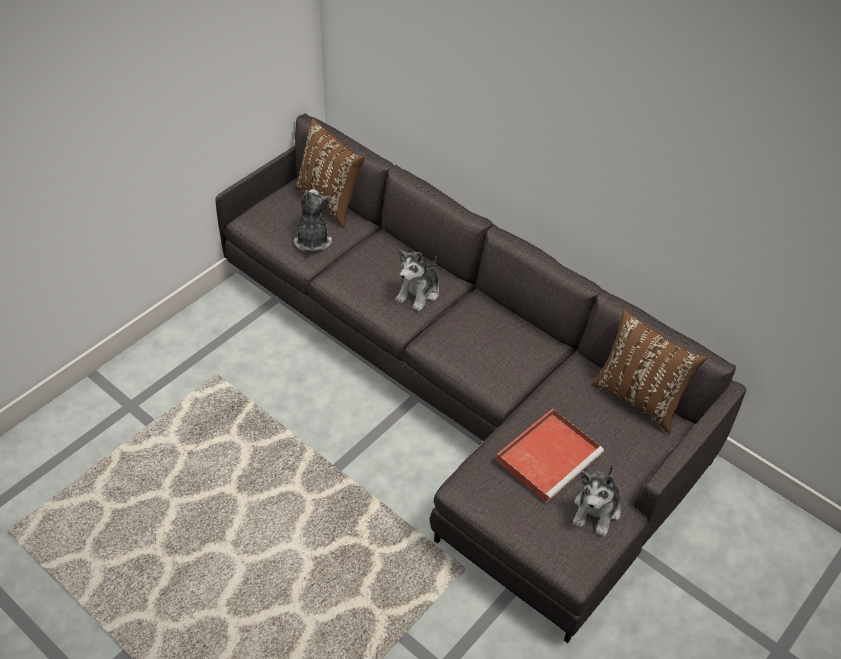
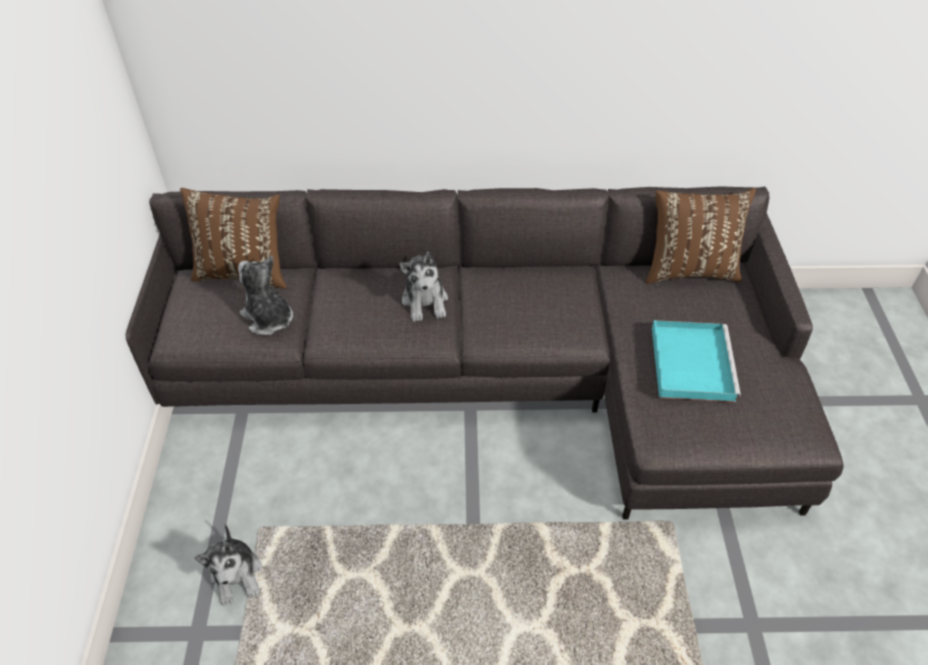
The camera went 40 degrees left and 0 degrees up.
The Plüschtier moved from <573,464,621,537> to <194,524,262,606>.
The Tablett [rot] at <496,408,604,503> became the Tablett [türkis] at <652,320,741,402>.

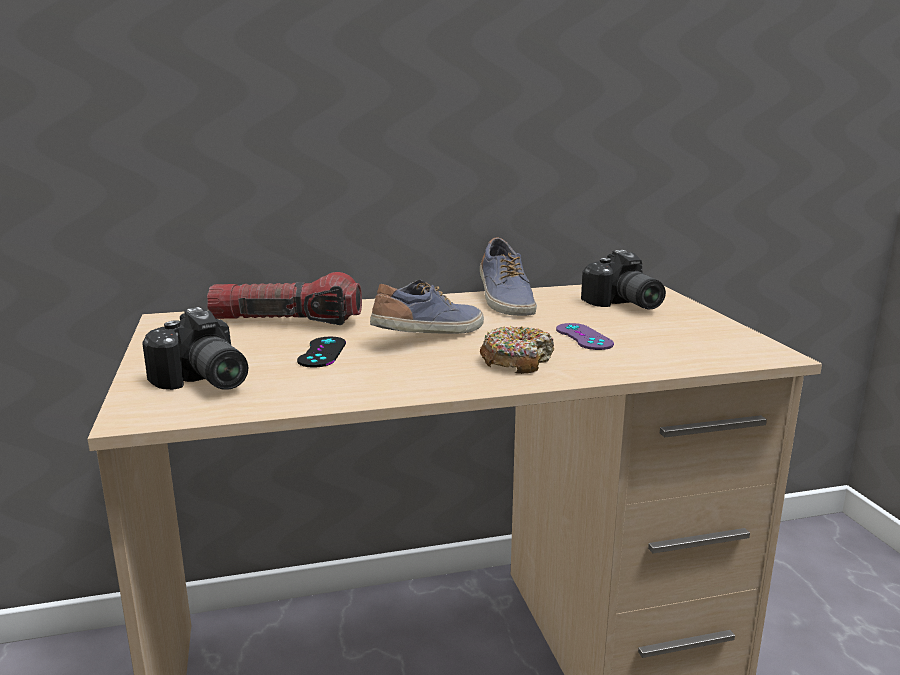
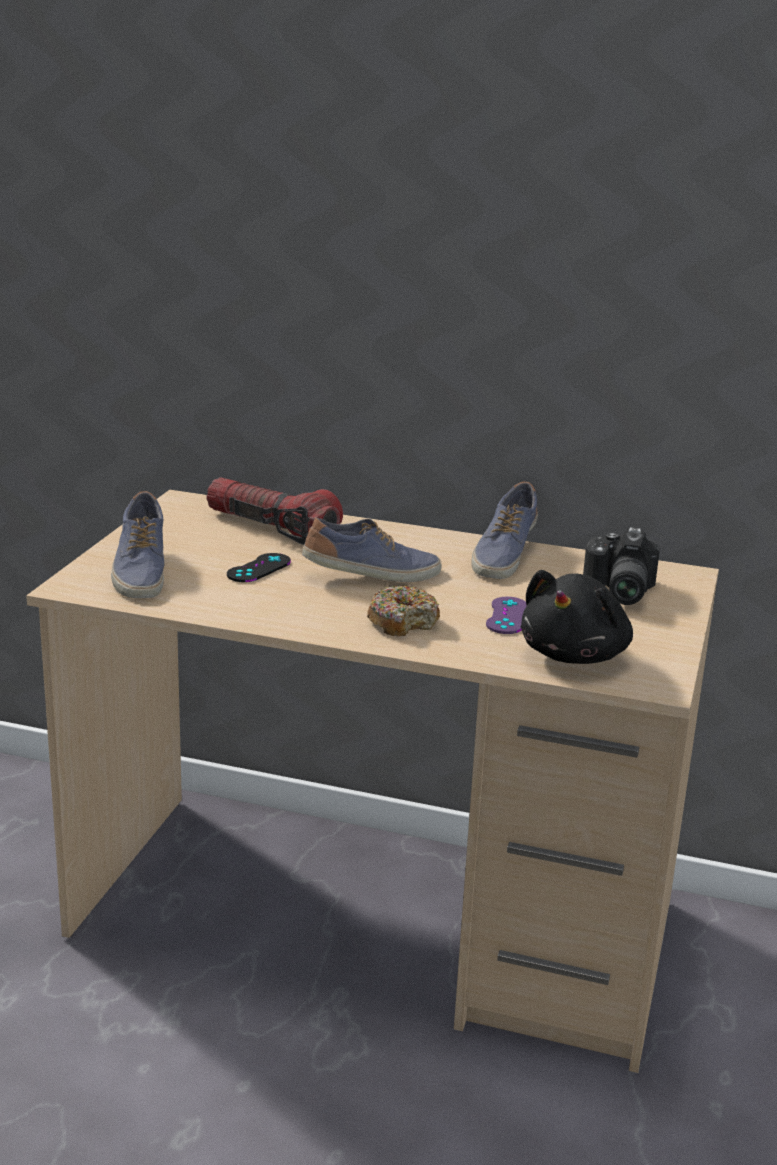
The camera went 30 degrees right and 5 degrees up.
The Plüschtier [schwarz] at <521,570,633,664> appeared.
The Kamera at <142,307,248,390> was replaced by the Schuh at <111,491,164,598>.

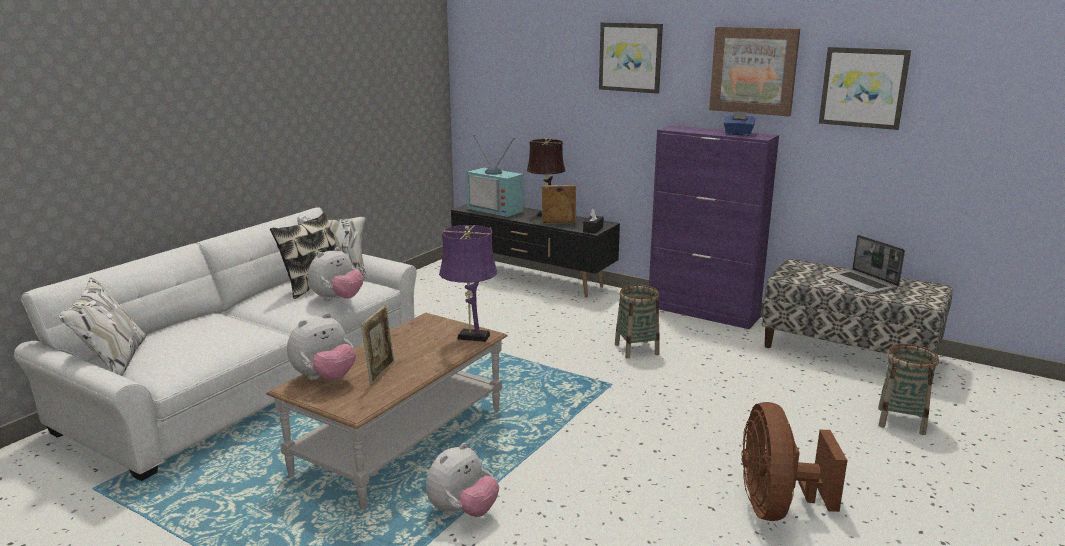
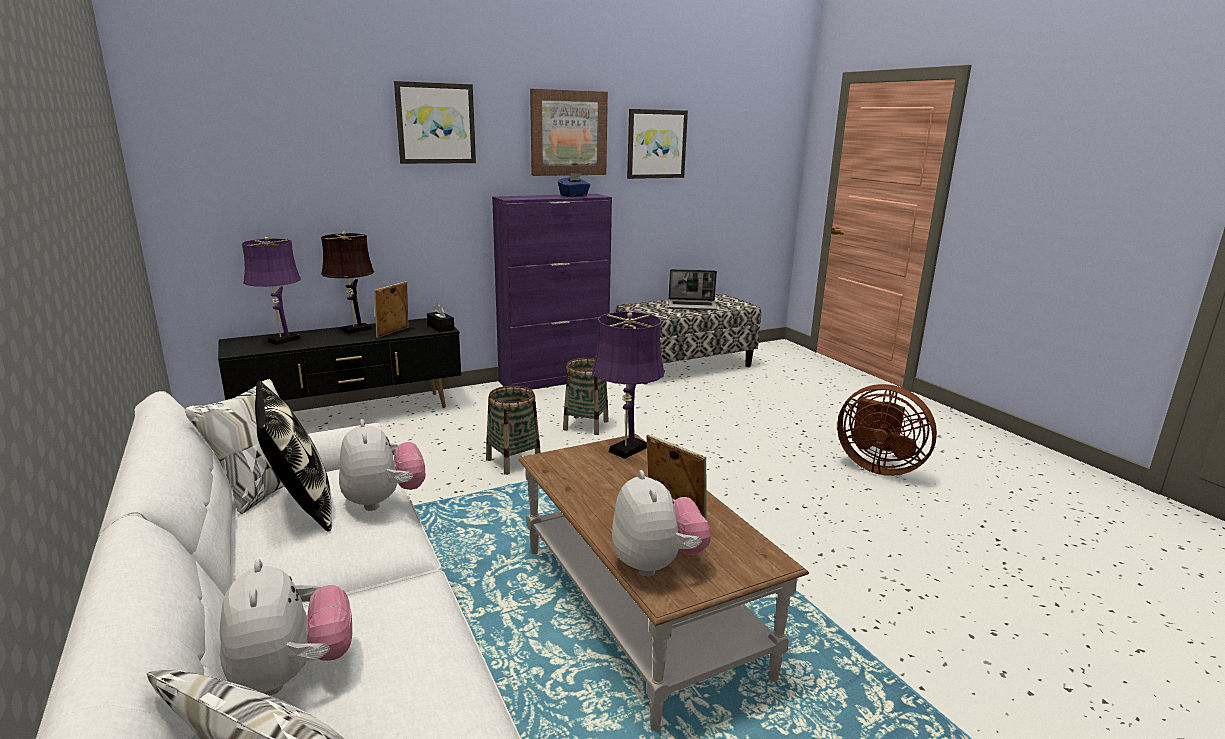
The camera went 60 degrees left and 0 degrees up.
The Plüschtier moved from <426,443,499,517> to <220,559,352,695>.
The Korb moved from <878,344,939,435> to <486,386,541,475>.
The Fernseher at <466,134,523,217> was replaced by the Tischlampe [lila] at <242,237,301,345>.

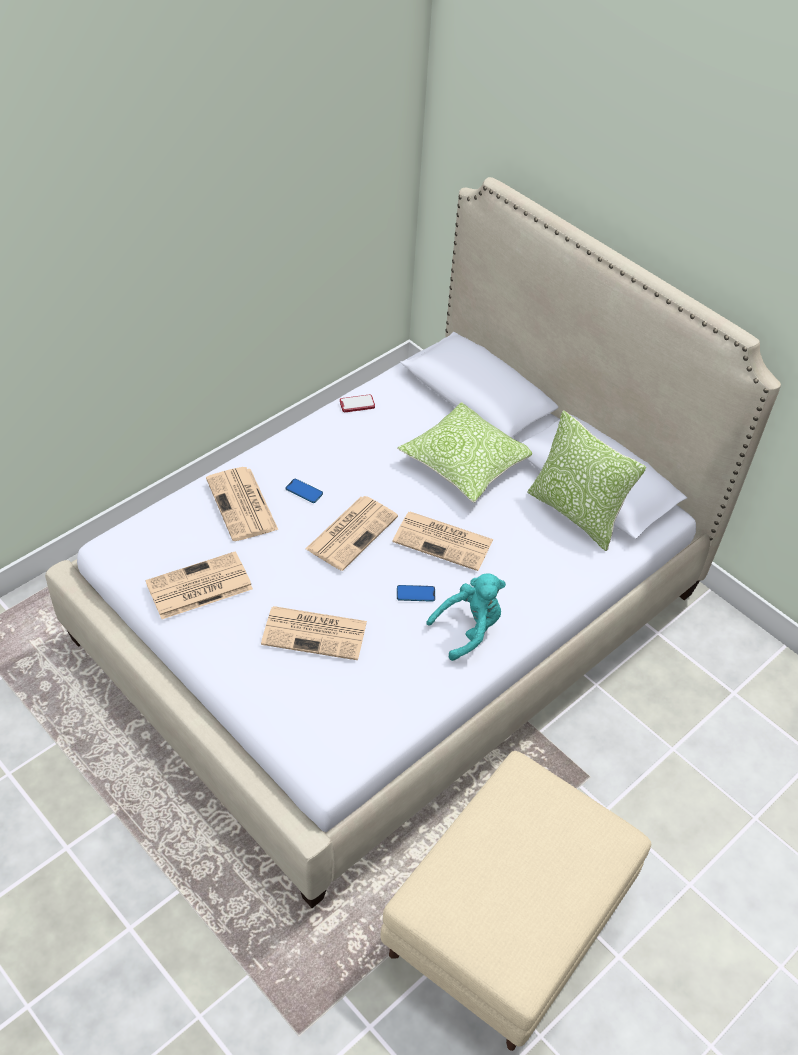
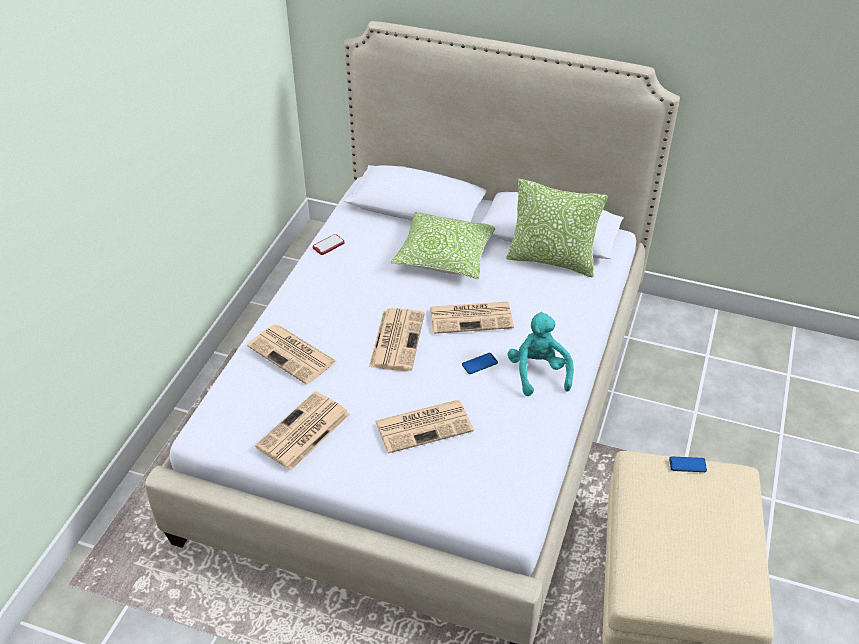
The camera went 25 degrees left and 5 degrees down.
The Handy moved from <286,479,323,503> to <669,456,707,472>.
The Plüschtier [türkis] at <426,573,506,661> turned 45 degrees counterclockwise.

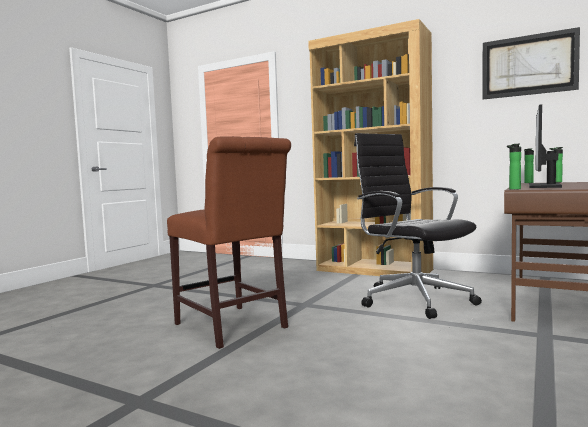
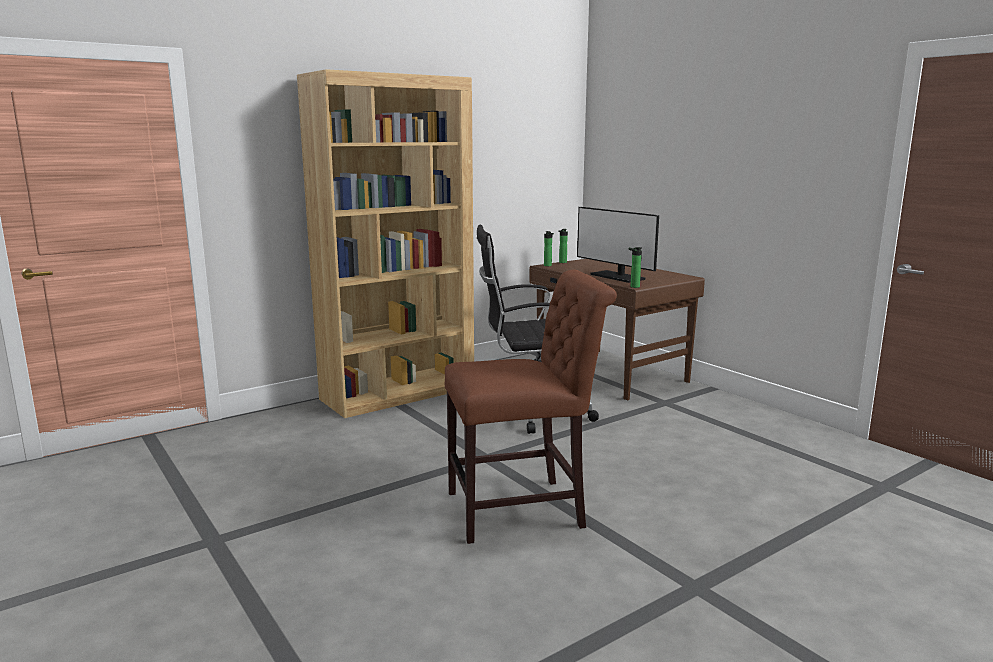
The camera went 65 degrees left and 10 degrees up.
The Bild at <482,27,580,100> disappeared.

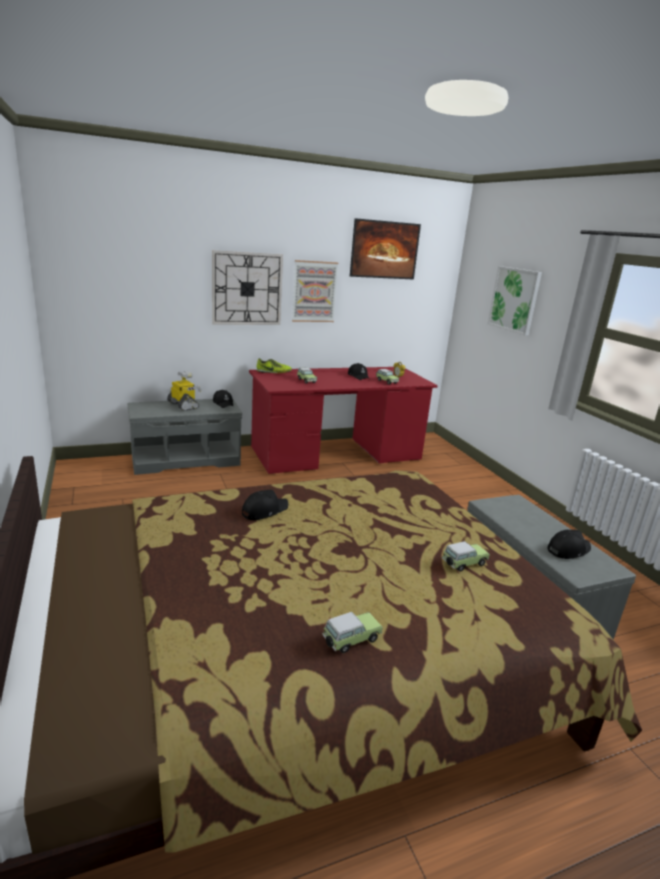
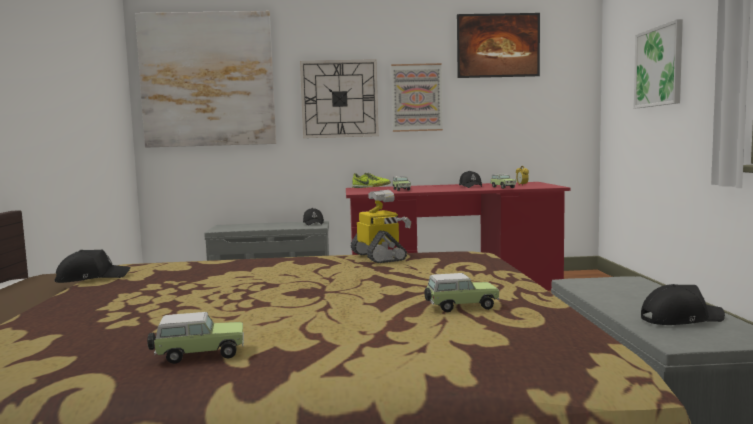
The camera went 20 degrees right and 15 degrees down.
The Bild at <135,11,276,148> appeared.
The Spielzeugroboter moved from <167,371,202,411> to <351,190,411,263>.
The Kappe [schwarz] moved from <242,490,288,520> to <55,250,131,283>.

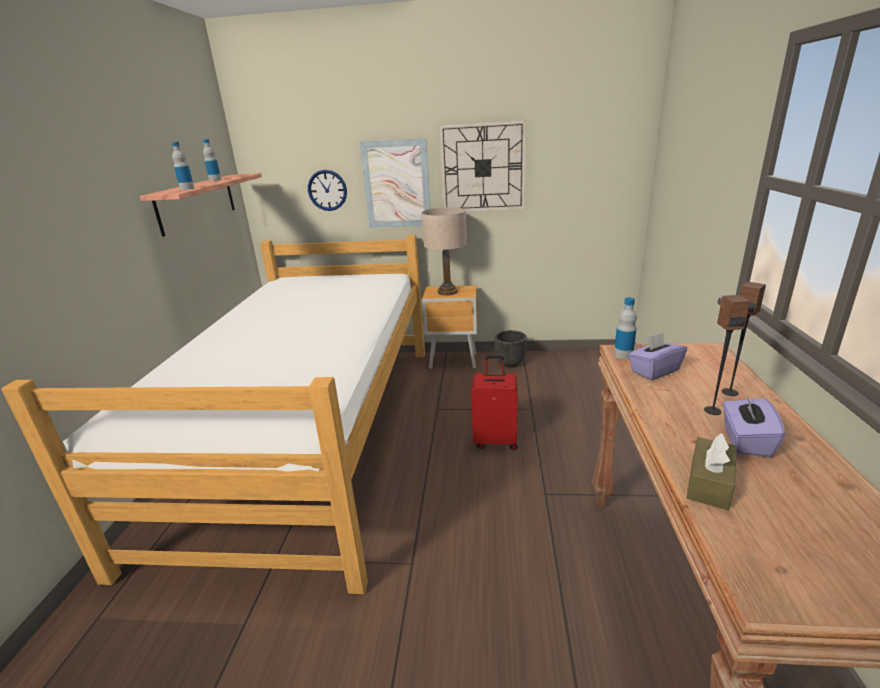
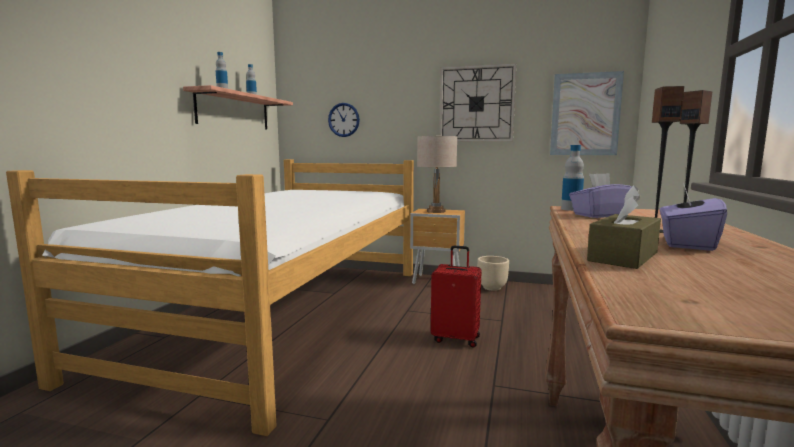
The camera went 10 degrees right and 15 degrees down.
The Bild moved from <360,138,431,228> to <550,71,624,155>.
The Pflanzkübel [schwarz] at <495,330,527,368> became the Pflanzkübel [beige] at <477,256,509,291>.

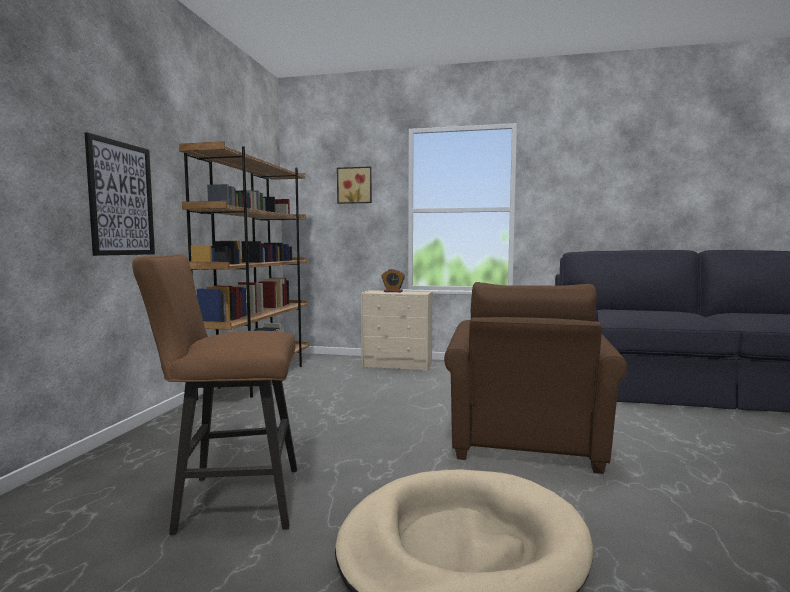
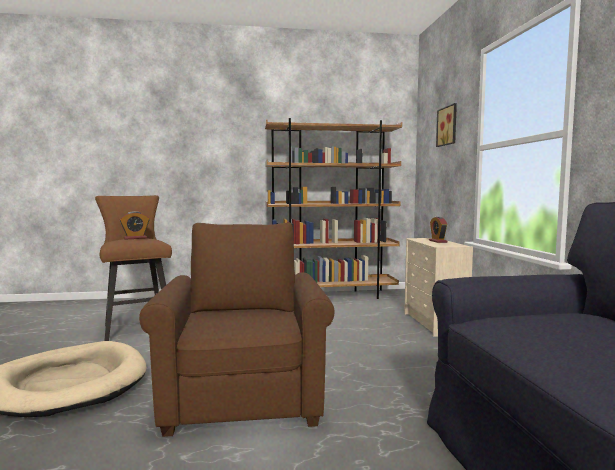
The camera went 70 degrees right and 0 degrees up.
The Bild at <85,132,155,256> disappeared.
The Wecker at <120,211,149,240> appeared.
The Sessel [braun] at <444,282,627,474> turned 90 degrees clockwise.

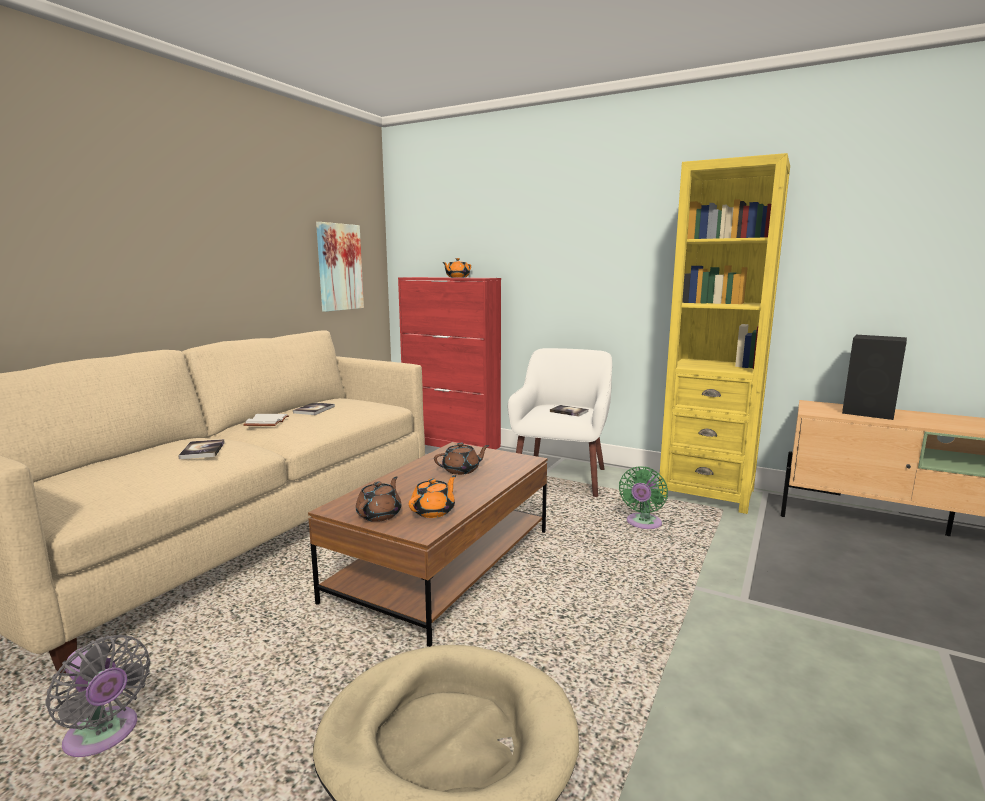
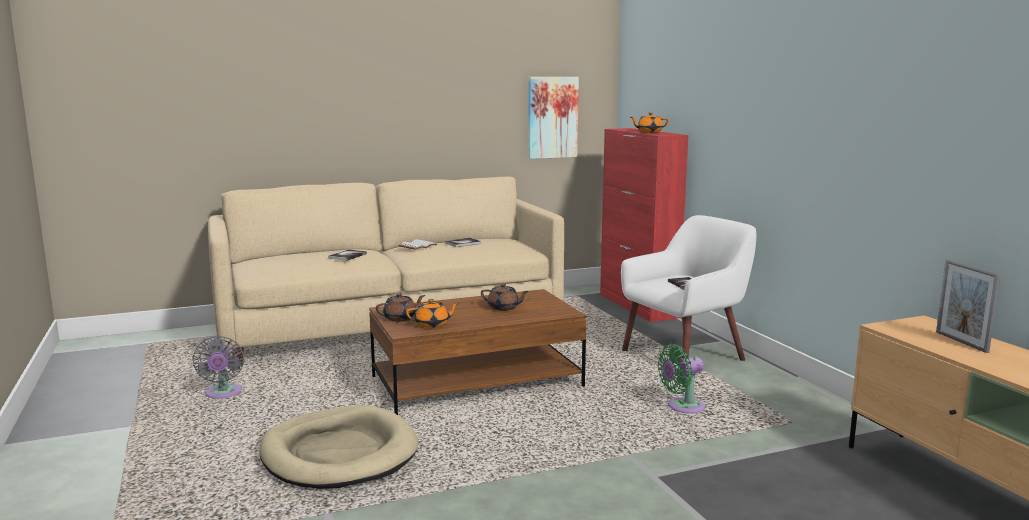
The camera went 40 degrees right and 0 degrees up.
The Bücherregal [gelb] at <659,153,790,514> disappeared.
The Lautsprecher [schwarz] at <842,335,907,420> was replaced by the Bilderrahmen at <936,259,1001,353>.

